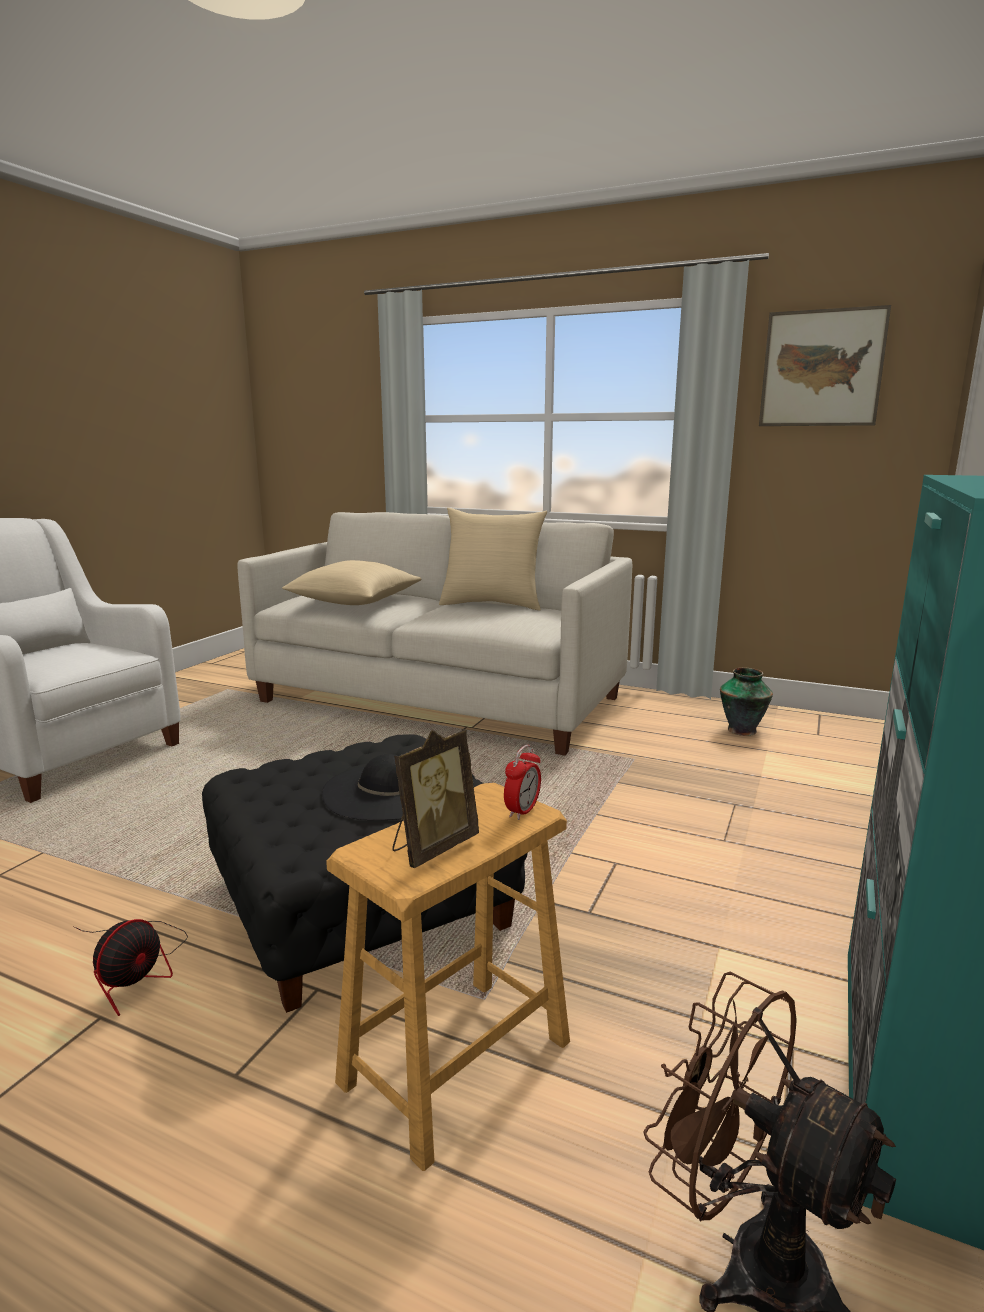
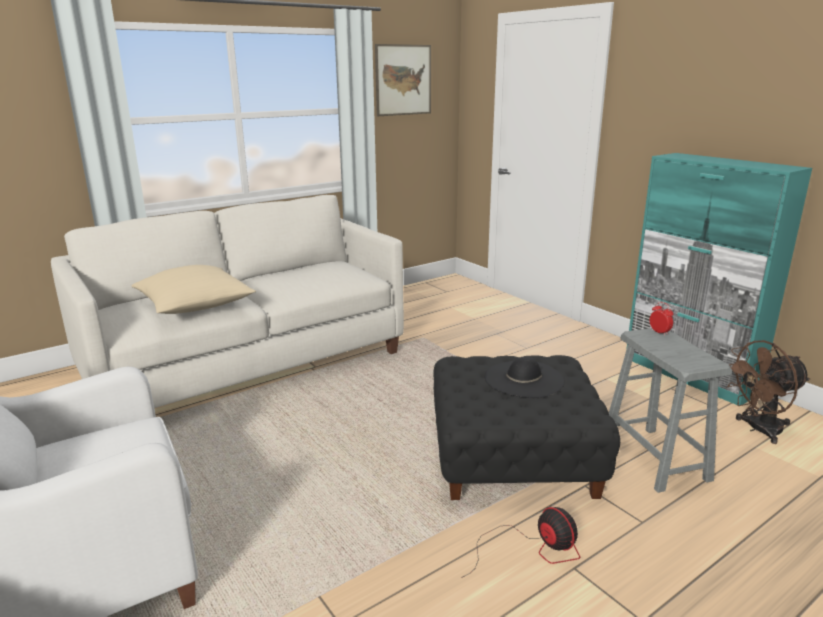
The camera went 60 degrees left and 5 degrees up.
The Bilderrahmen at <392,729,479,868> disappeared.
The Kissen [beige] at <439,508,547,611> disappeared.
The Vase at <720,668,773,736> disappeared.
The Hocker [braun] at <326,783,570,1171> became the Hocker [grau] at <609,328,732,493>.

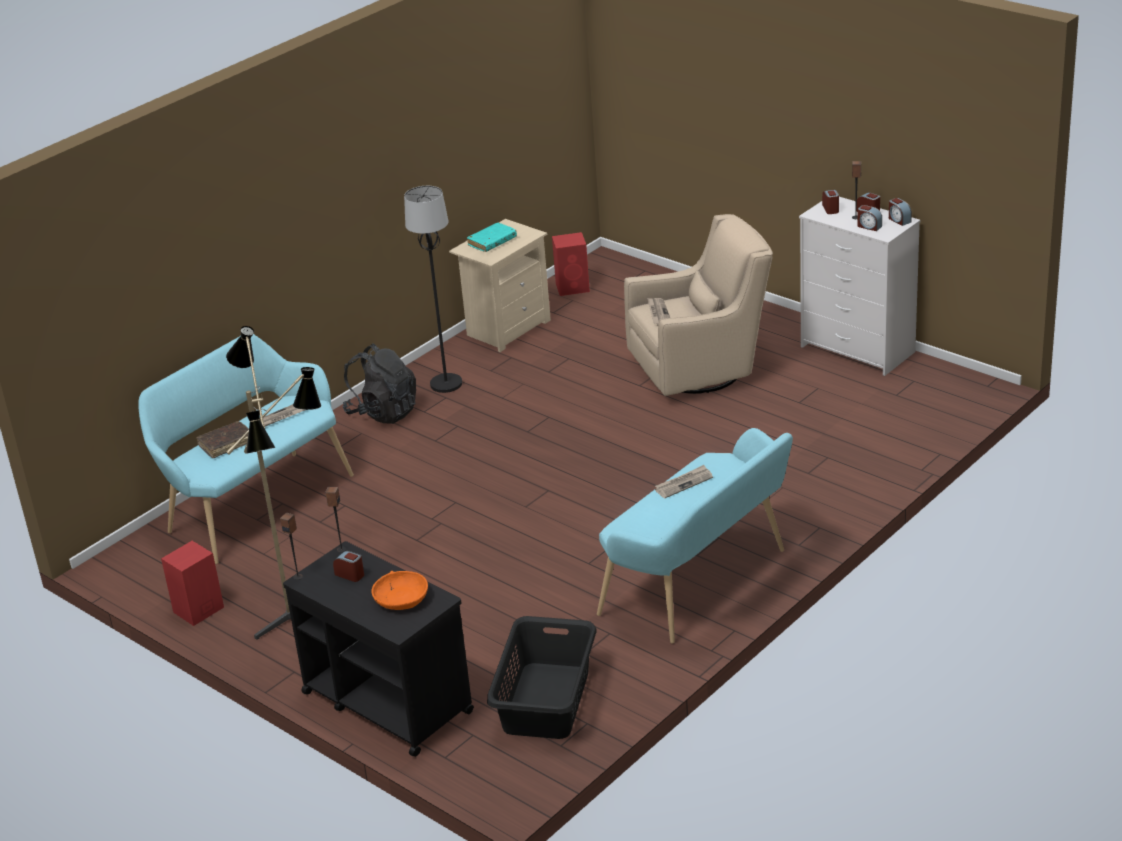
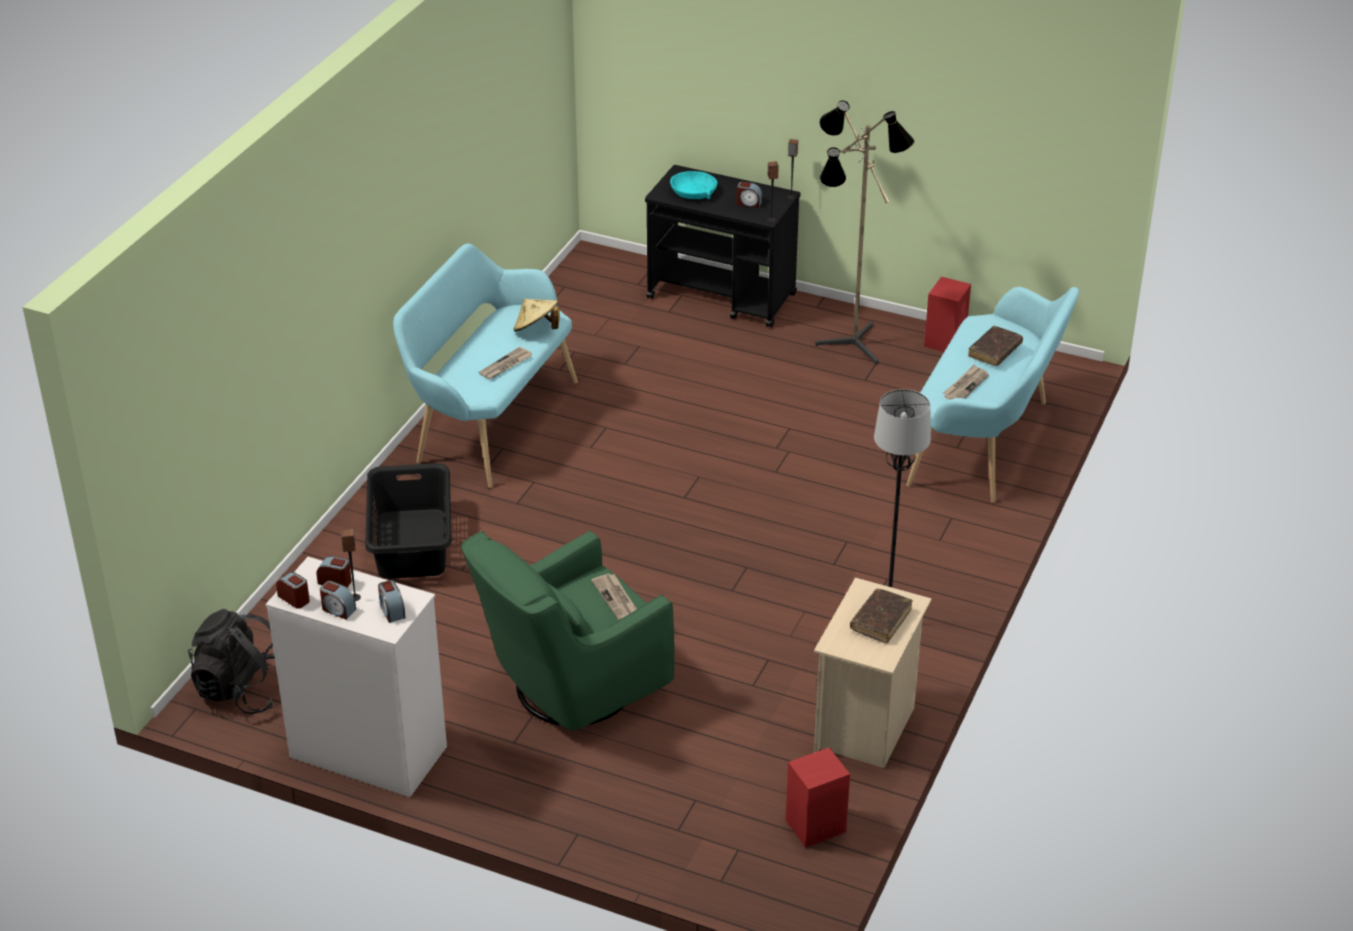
The camera went 160 degrees right and 5 degrees up.
The Hut [beige] at <514,299,560,332> appeared.
The Rucksack [schwarz] moved from <342,344,416,424> to <188,609,275,714>.
The Wäschekorb [schwarz] moved from <487,616,596,739> to <365,463,451,579>.
The Schüssel [orange] at <371,571,428,610> became the Schüssel [türkis] at <670,171,717,199>.
The Buch [türkis] at <467,223,517,252> became the Buch [braun] at <850,589,912,643>.
The Sessel [beige] at <624,214,773,396> became the Sessel [grün] at <461,531,674,731>.

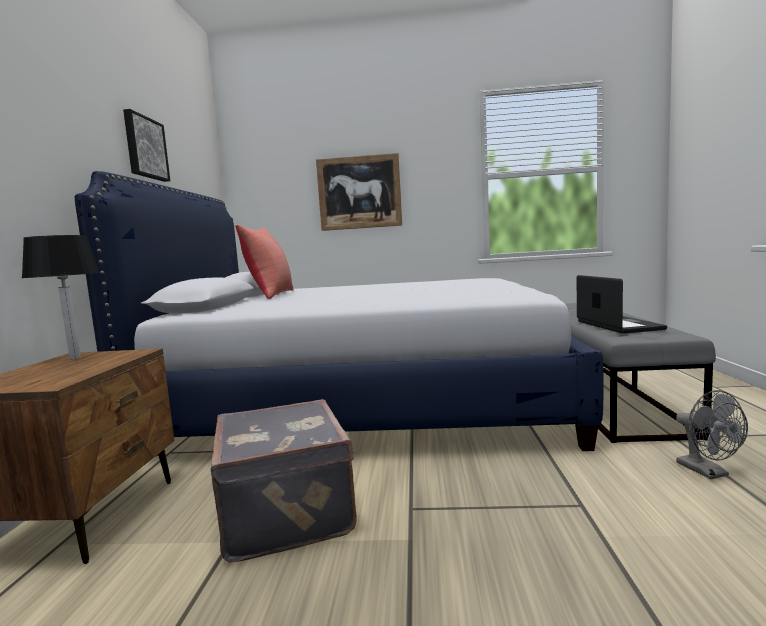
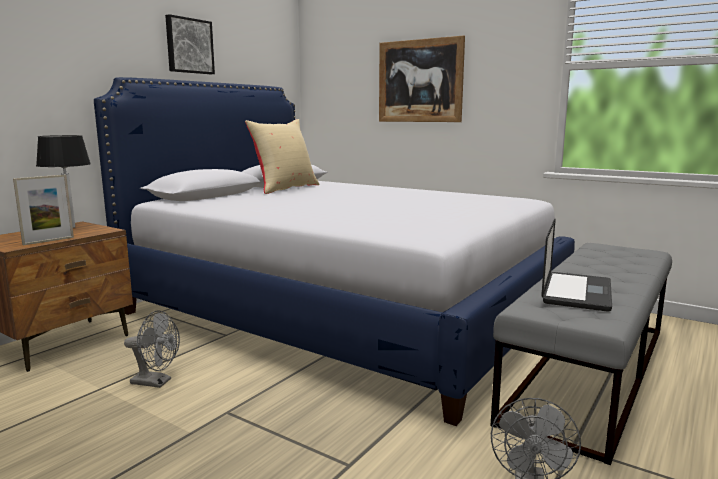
The camera went 30 degrees right and 5 degrees up.
The Bilderrahmen at <13,175,74,245> appeared.
The Koffer [grau] at <211,399,357,563> was replaced by the Ventilator [grau] at <124,310,180,388>.
The Kissen [rot] at <236,224,294,299> became the Kissen [beige] at <245,119,319,194>.

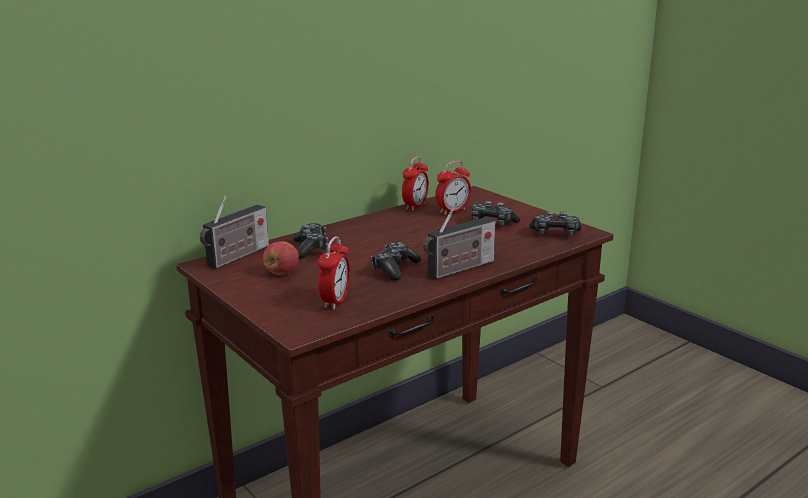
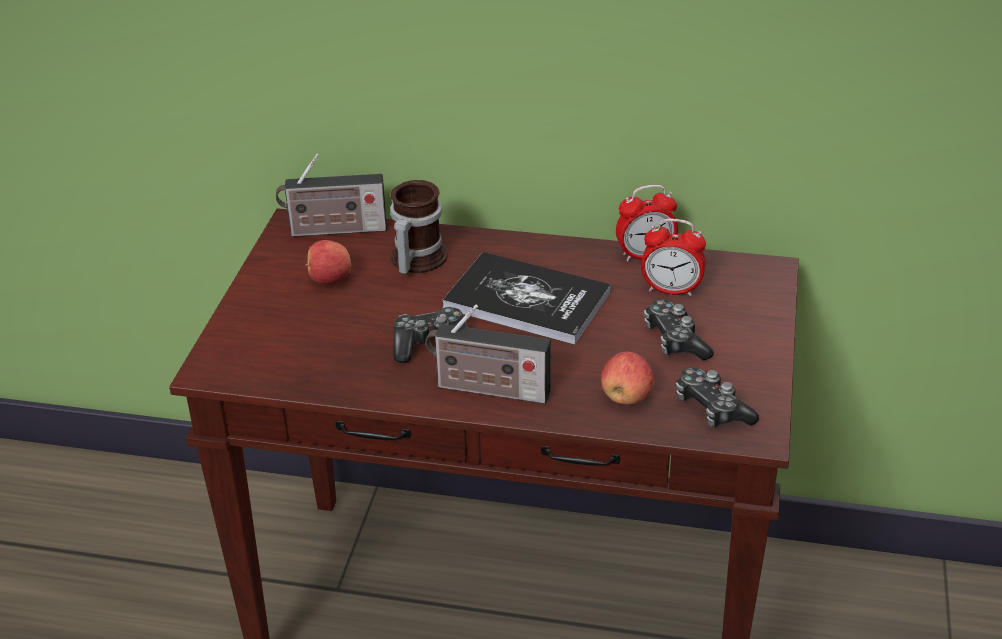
The camera went 50 degrees right and 15 degrees up.
The Wecker at <318,236,350,310> disappeared.
The Buch at <443,252,611,345> appeared.
The Apfel at <601,352,654,405> appeared.
The Gamepad at <293,223,328,259> was replaced by the Henkelbecher at <390,180,448,274>.

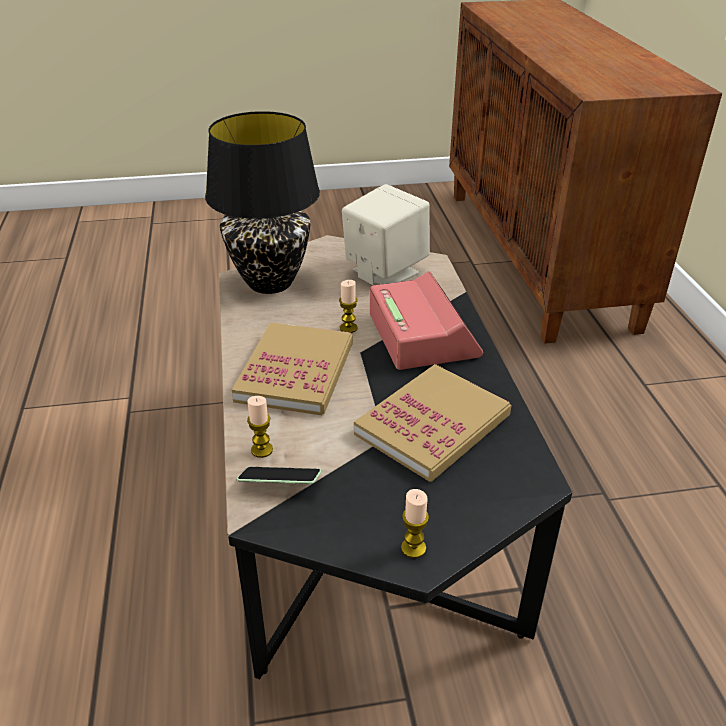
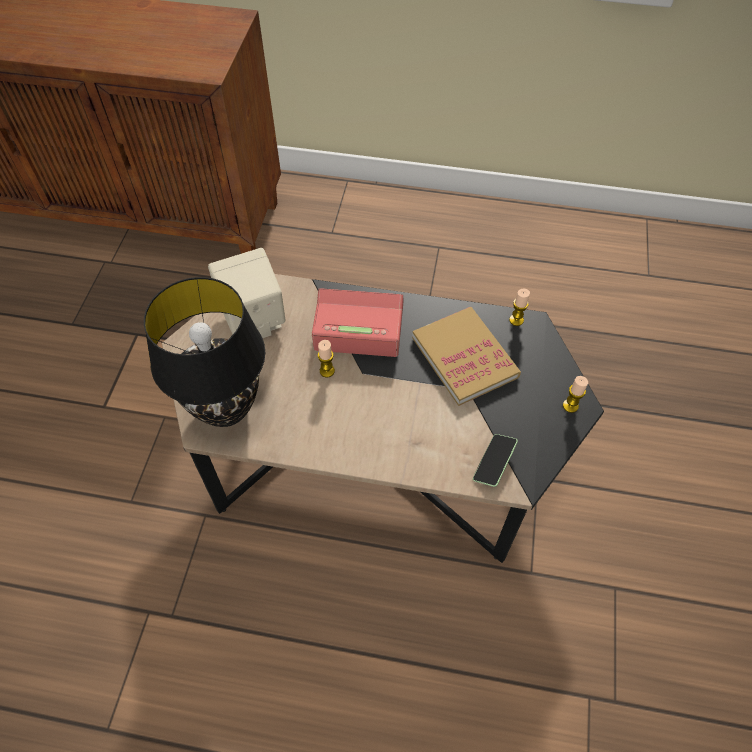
The camera went 70 degrees left and 20 degrees up.
The Buch at <232,322,353,415> disappeared.
The Kerze moved from <247,396,273,458> to <509,289,530,326>.

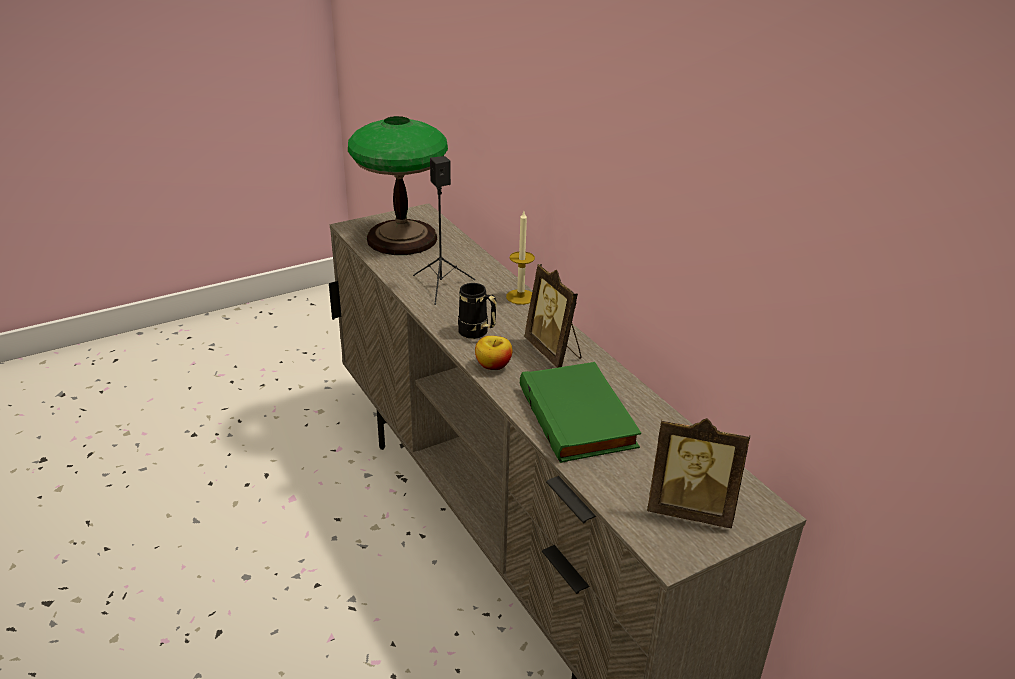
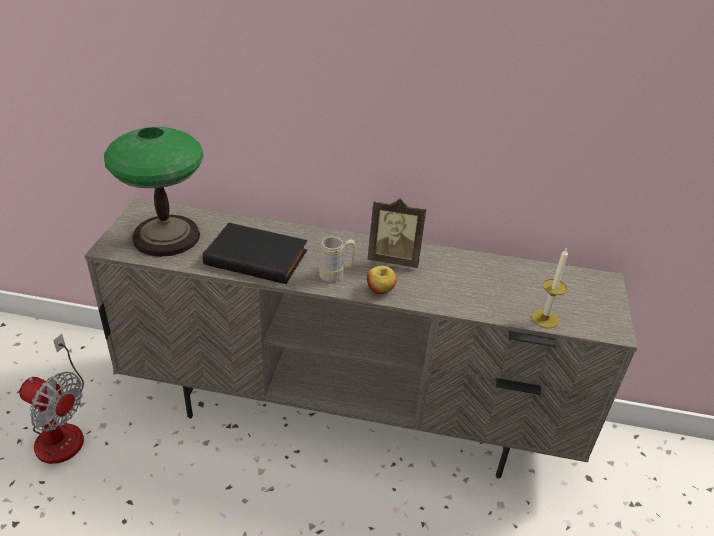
The camera went 50 degrees left and 5 degrees up.
The Buch [grün] at <520,362,641,463> disappeared.
The Bilderrahmen at <647,418,750,528> disappeared.
The Ventilator at <19,334,84,464> appeared.
The Kerze moved from <506,211,535,305> to <531,247,568,328>.
The Lautsprecher [schwarz] at <413,156,475,305> was replaced by the Buch [schwarz] at <203,223,307,284>.
The Henkelbecher [schwarz] at <458,283,497,339> became the Henkelbecher [beige] at <319,237,356,282>.

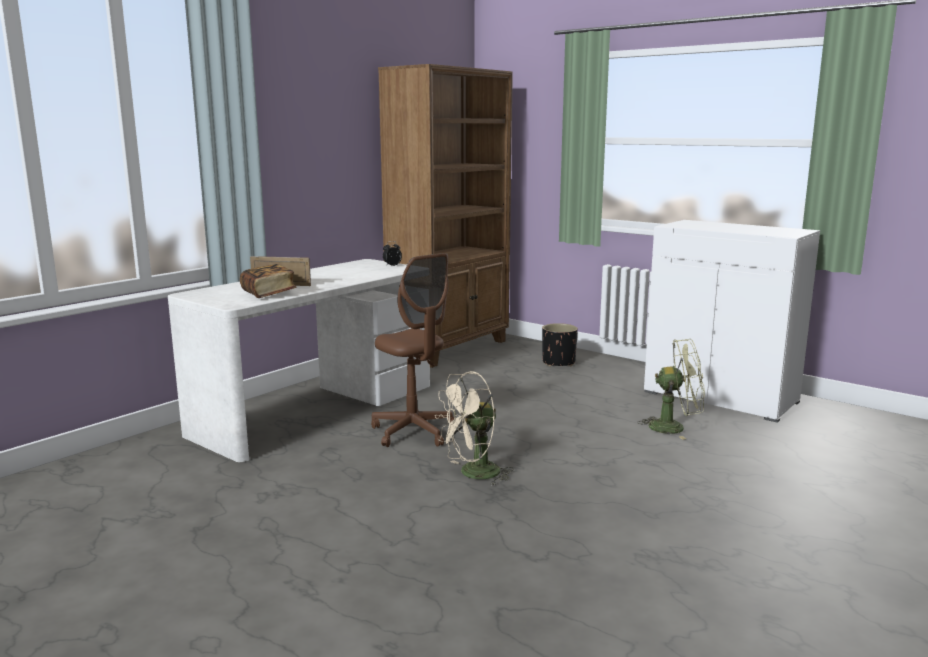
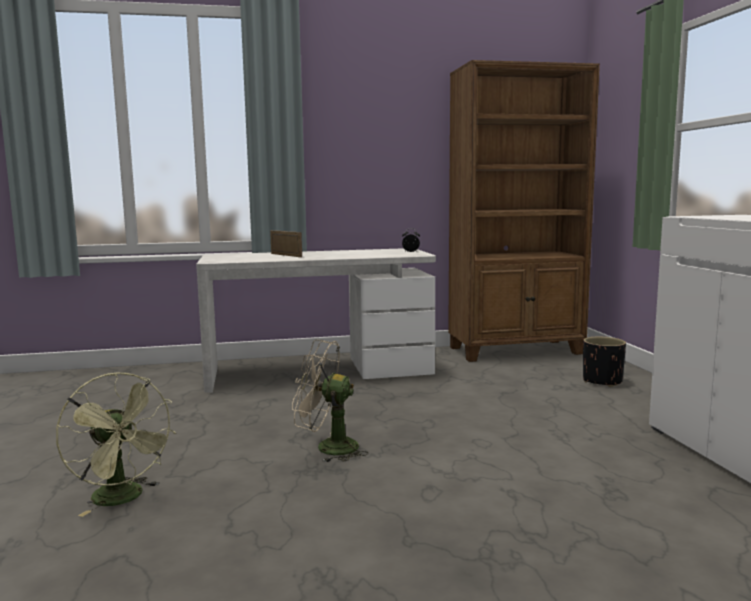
The camera went 40 degrees right and 5 degrees down.
The Buch at <240,264,296,298> disappeared.
The Bürostuhl [braun] at <371,253,454,447> disappeared.
The Ventilator [grün] moved from <637,339,705,440> to <56,372,176,517>.

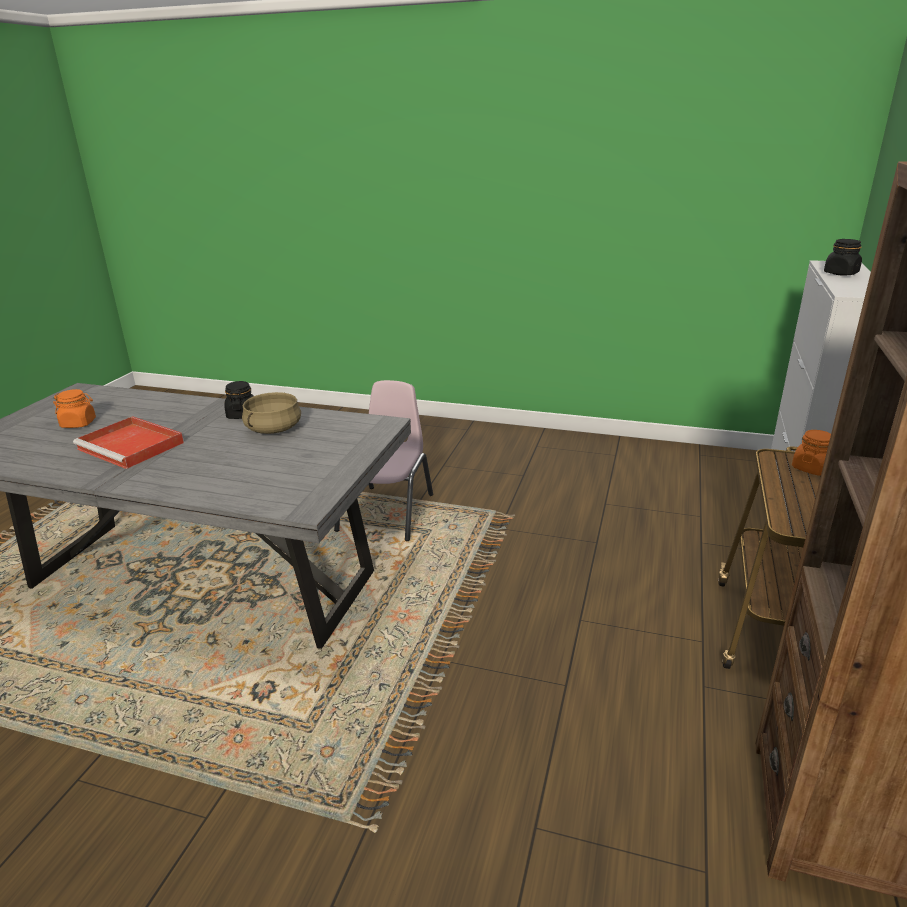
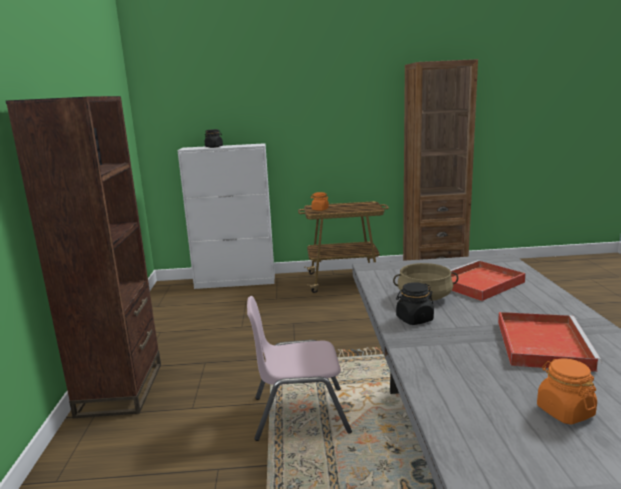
The camera went 110 degrees left and 10 degrees down.
The Bücherregal [braun] at <6,96,161,418> appeared.
The Tablett [rot] at <450,260,526,301> appeared.

